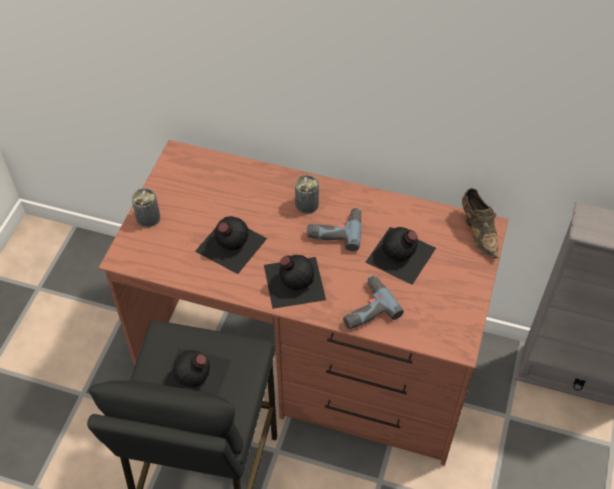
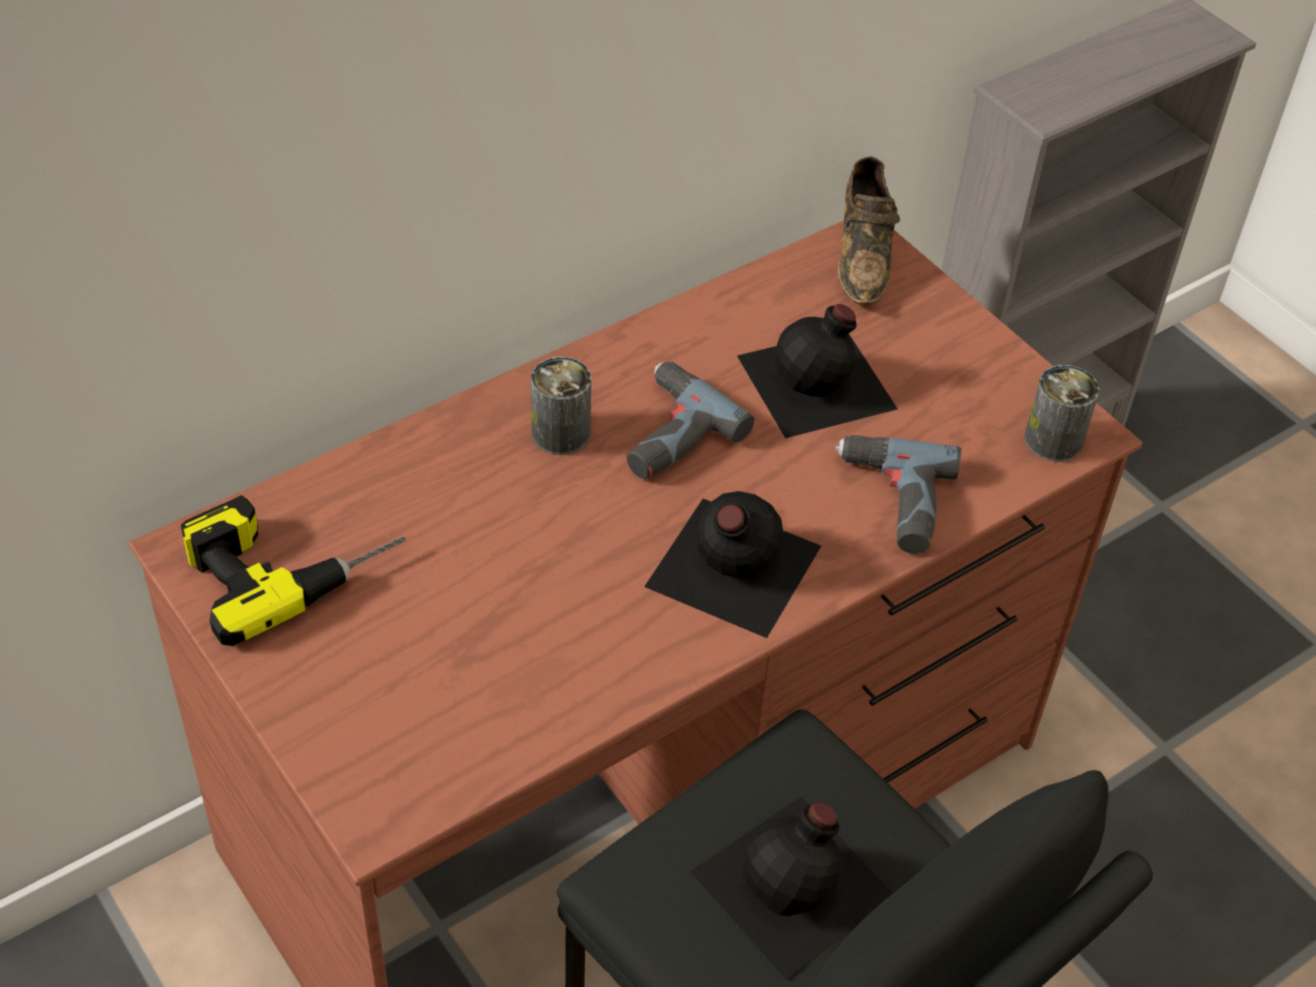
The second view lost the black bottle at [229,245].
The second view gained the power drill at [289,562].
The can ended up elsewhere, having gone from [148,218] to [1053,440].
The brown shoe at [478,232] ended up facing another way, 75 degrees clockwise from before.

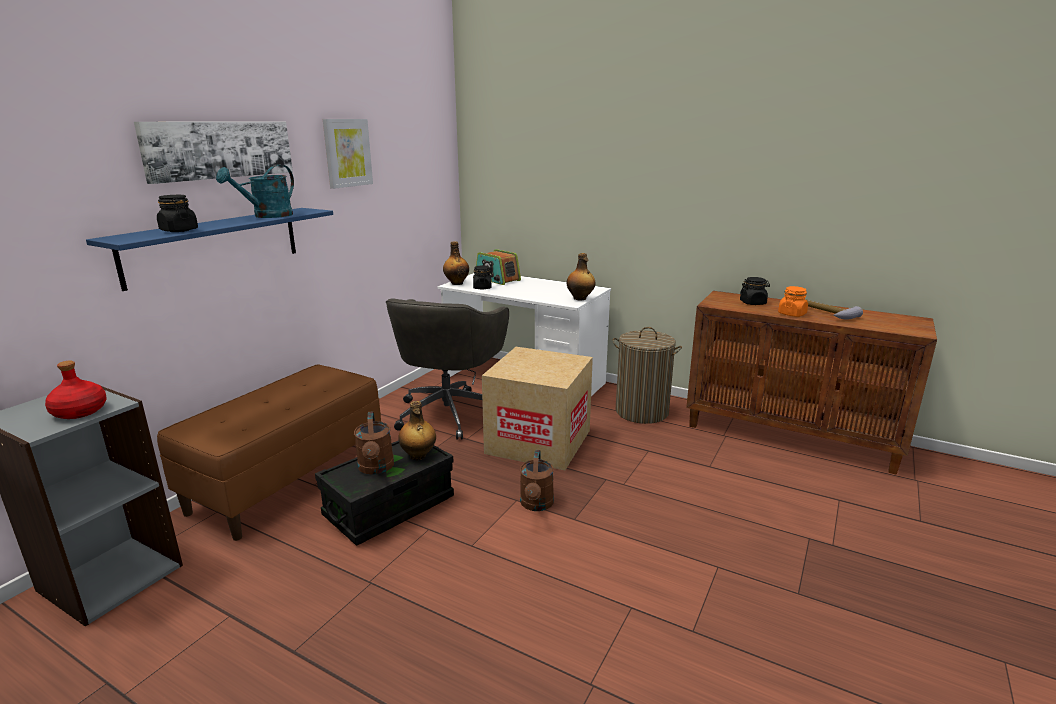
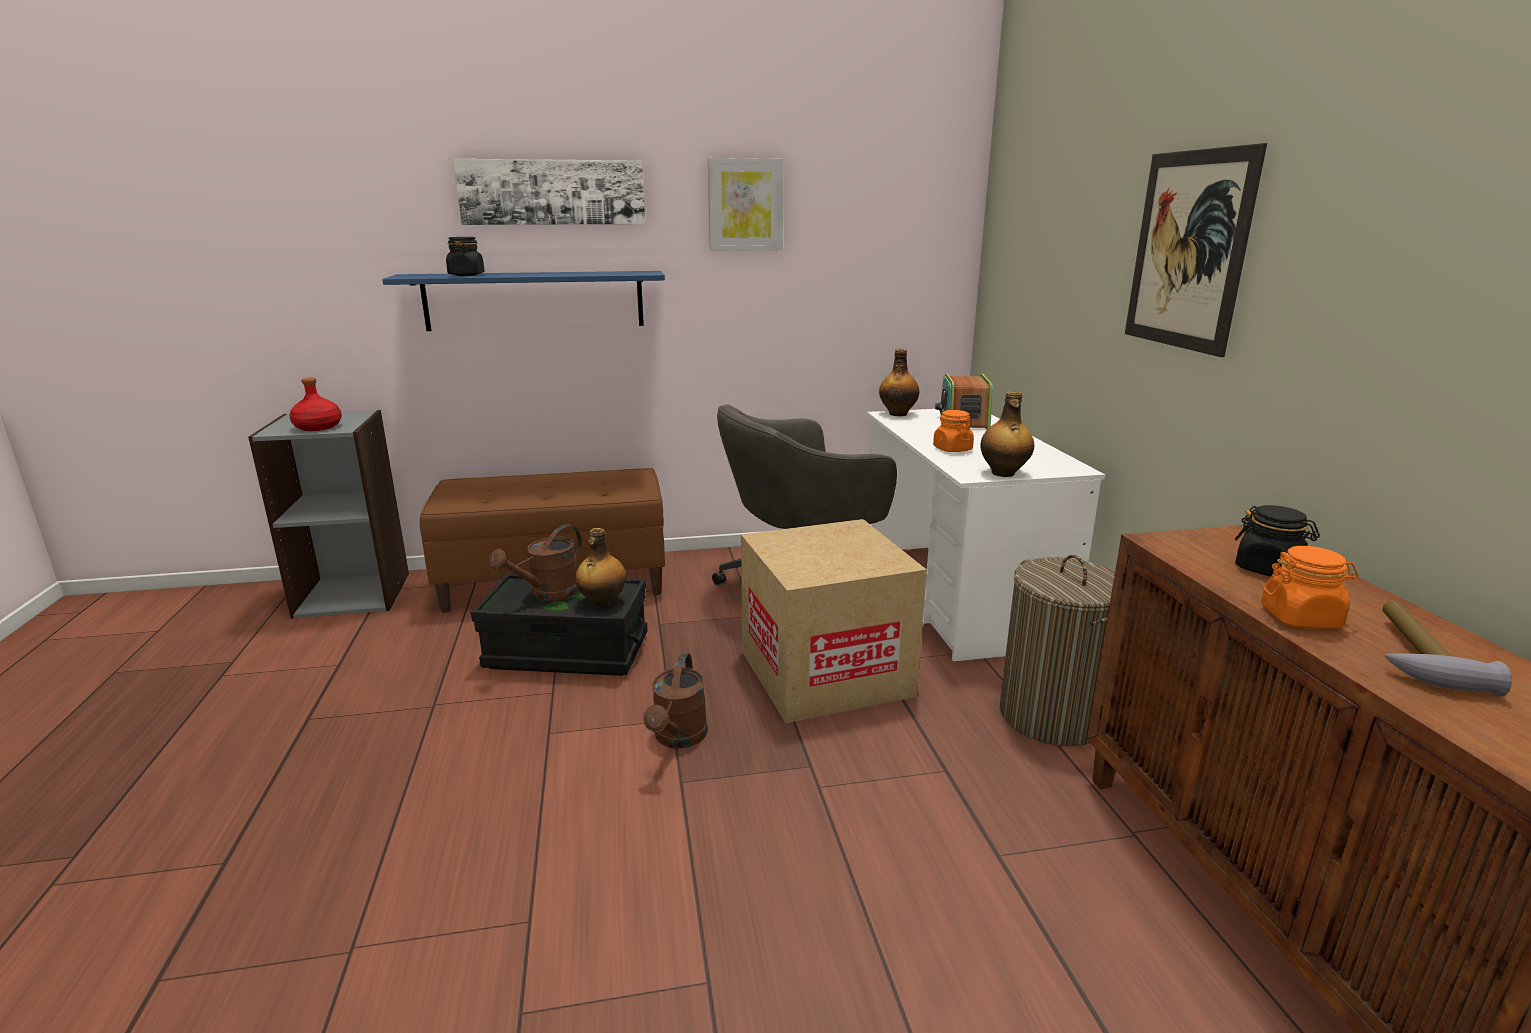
The second view lost the turquoise watering can at [267,216].
The second view lost the black jar at [482,288].
The second view gained the orange jar at [952,449].
The second view gained the picture at [1188,250].
The brown watering can at [536,505] ended up facing another way, 45 degrees counterclockwise from before.

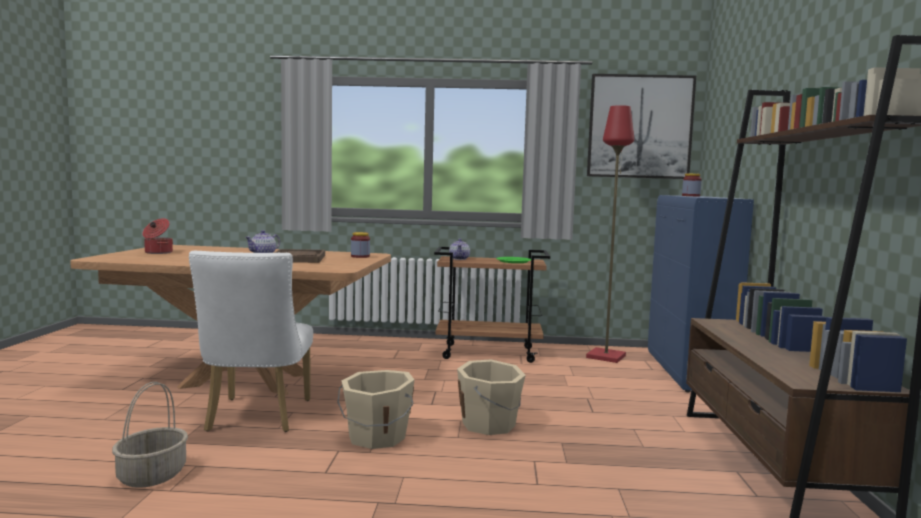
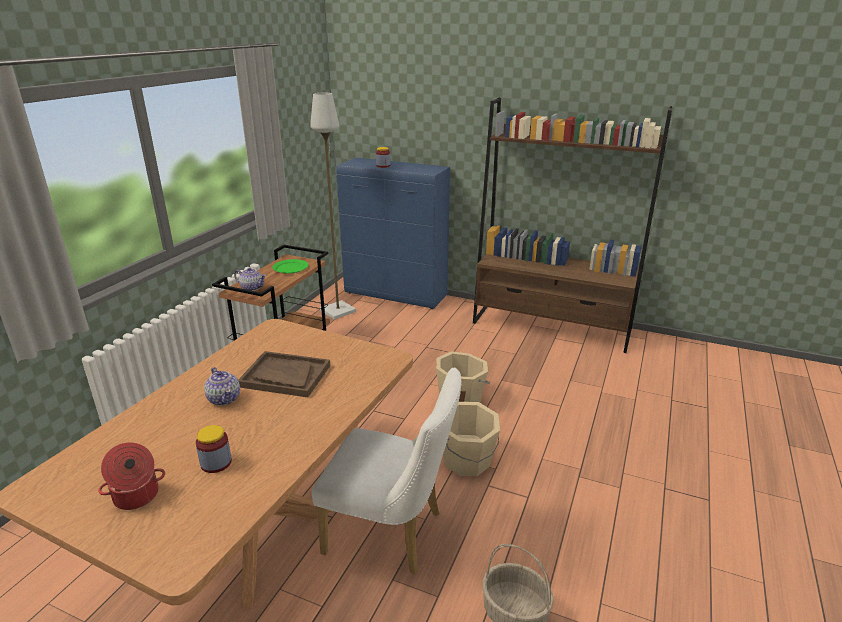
The second view lost the picture at [640,127].
The jar ended up elsewhere, having gone from [360,256] to [216,463].
What was the red floor lamp at [606,356] turned into the grey floor lamp at [338,310].

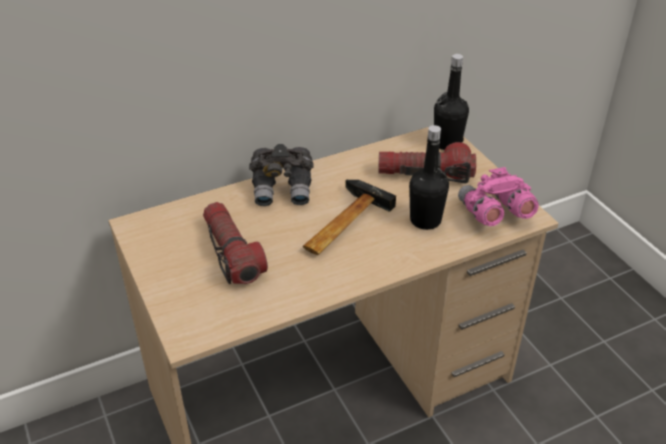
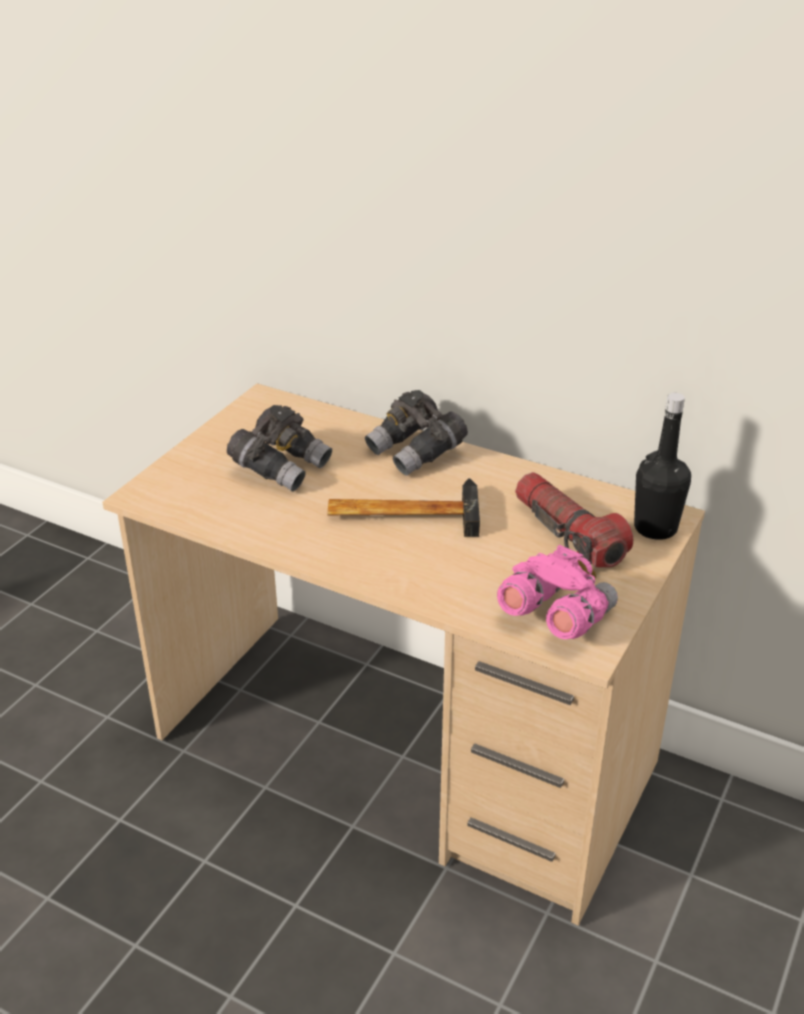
The second view lost the black bottle at [425,220].
Where the flashlight stood at [232,253], the grey binoculars came to stand at [281,467].

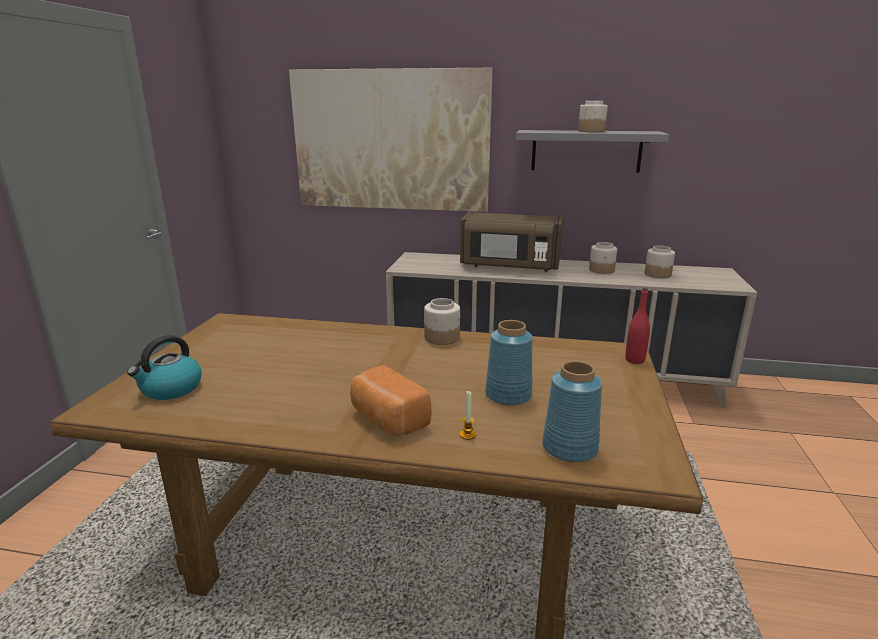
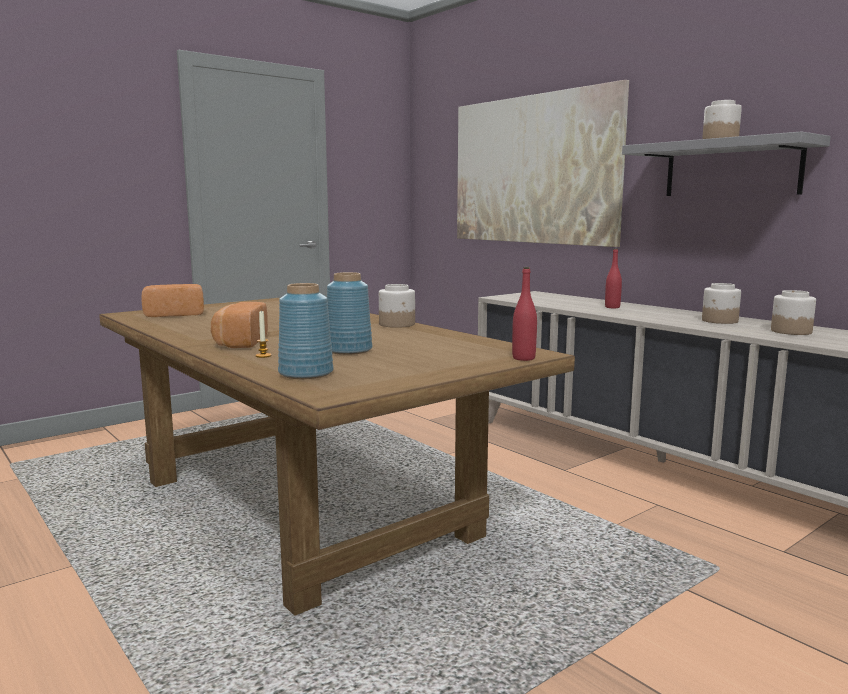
Where the kettle stood at [171,389], the bread came to stand at [174,314].
Where the brown microwave stood at [509,266], the red bottle came to stand at [612,307].

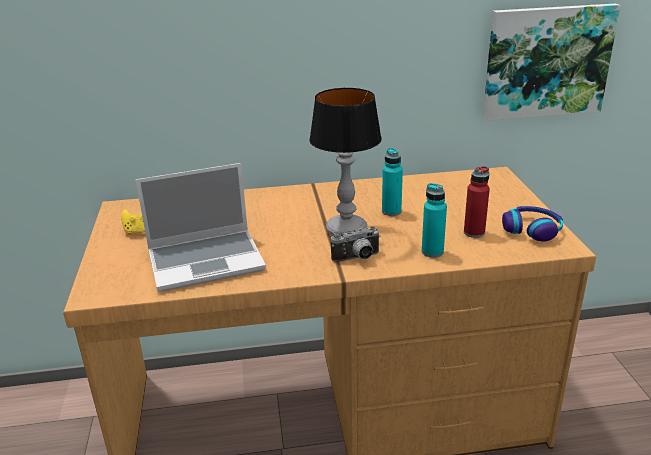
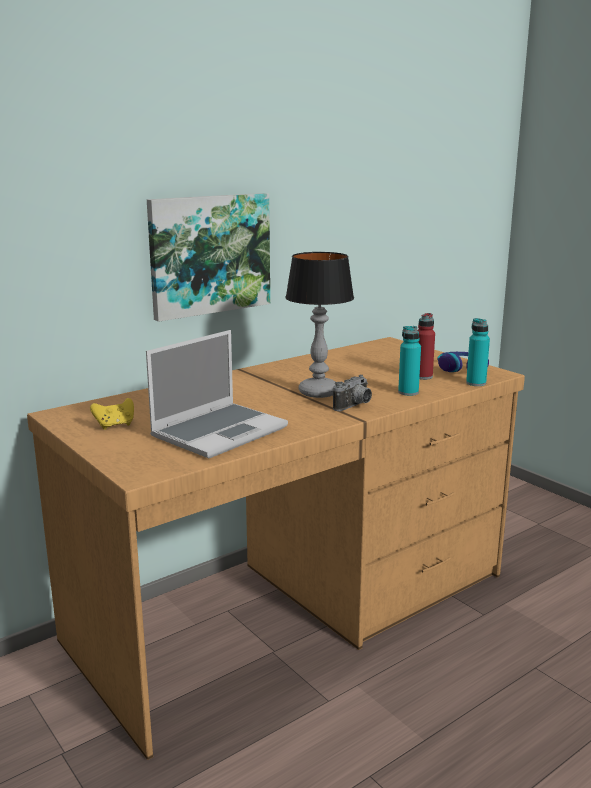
The turquoise bottle ended up elsewhere, having gone from [391,211] to [476,383].
The picture ended up elsewhere, having gone from [546,62] to [209,254].

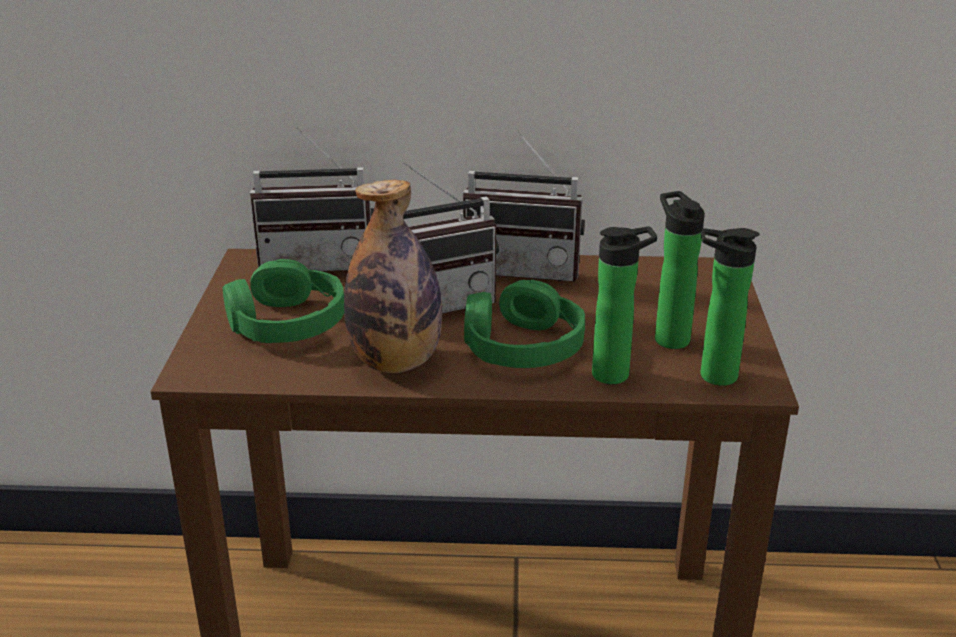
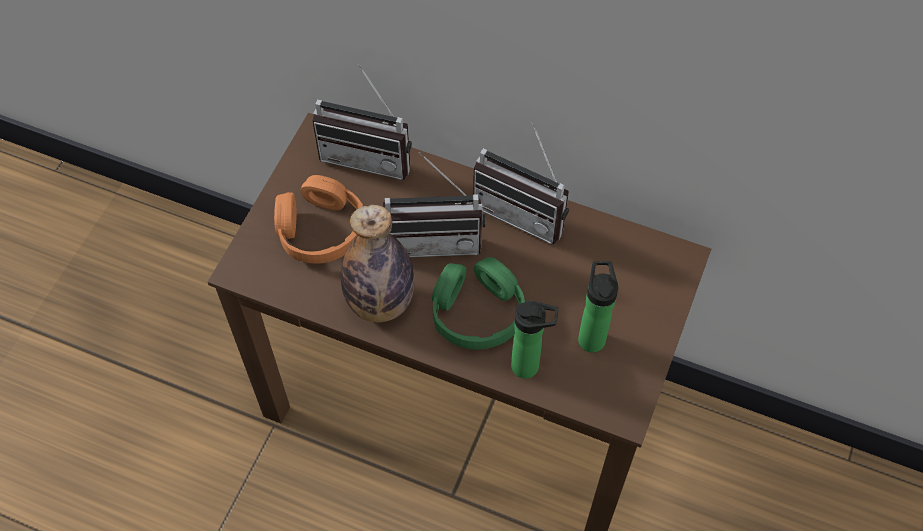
The second view lost the bottle at [712,375].
What was the green headphones at [286,323] turned into the orange headphones at [320,229].

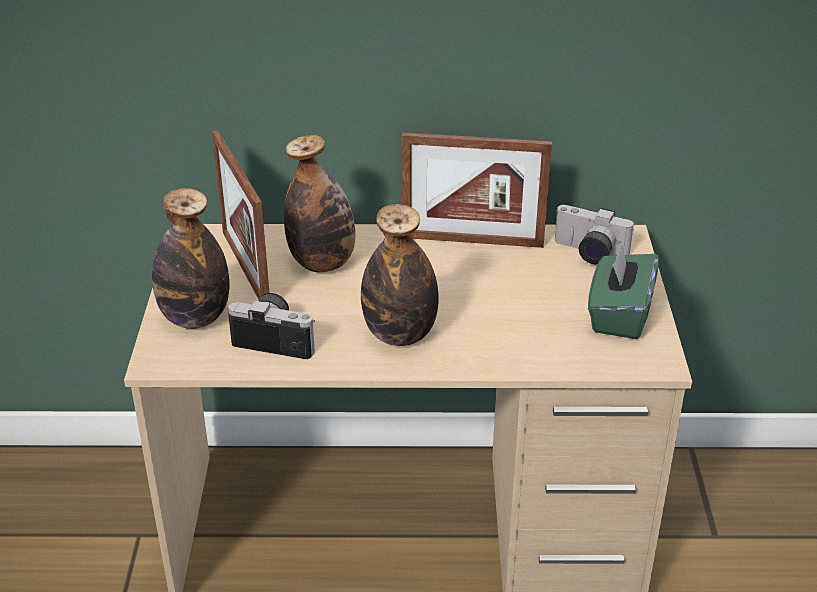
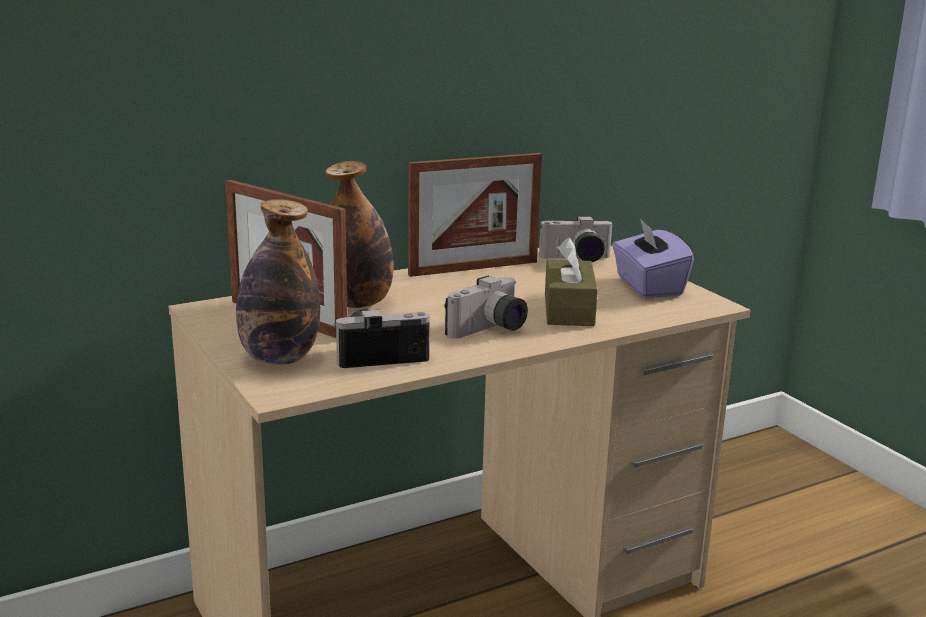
The second view gained the brown tissue box at [568,309].
Where the bottle stood at [400,335], the photo camera came to stand at [490,330].
What was the green tissue box at [619,315] turned into the purple tissue box at [648,286].

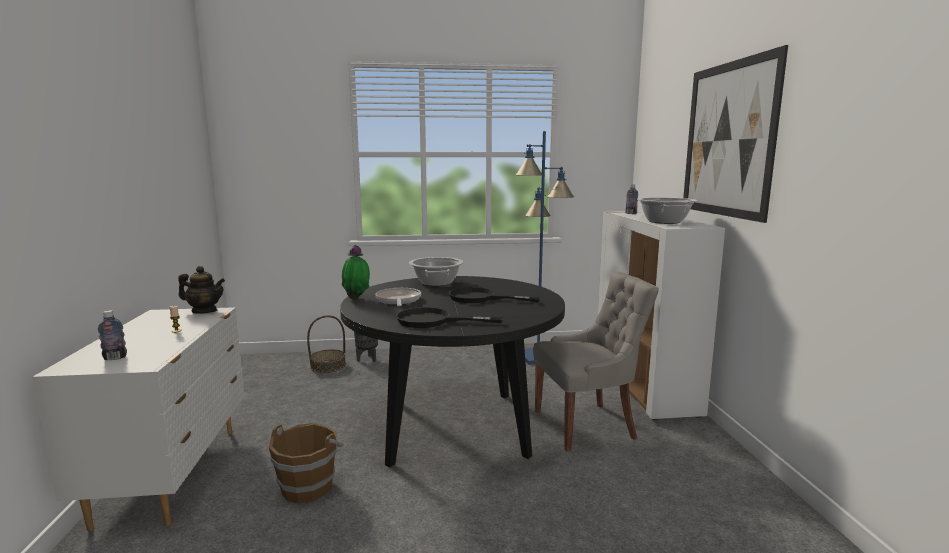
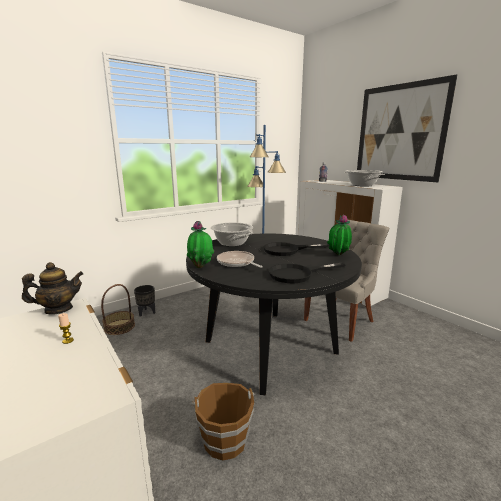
The second view lost the bottle at [115,358].
The second view gained the potted plant at [338,256].

